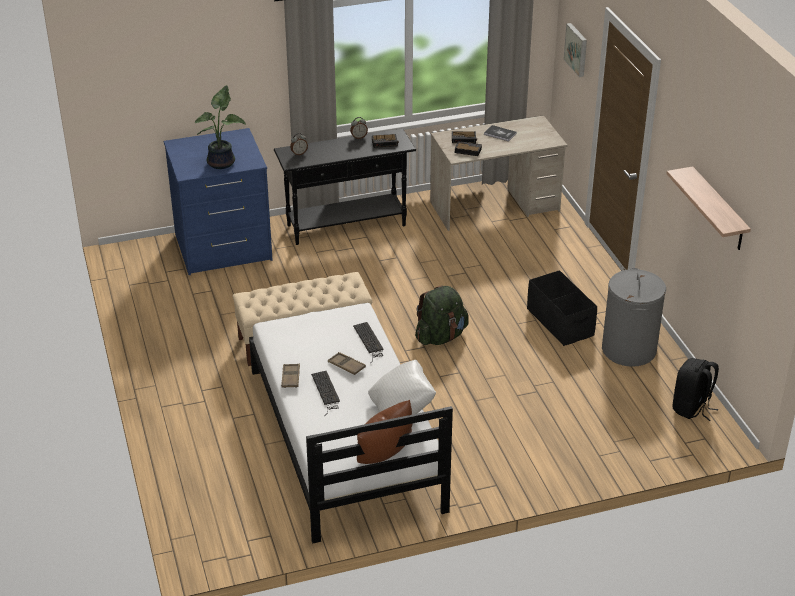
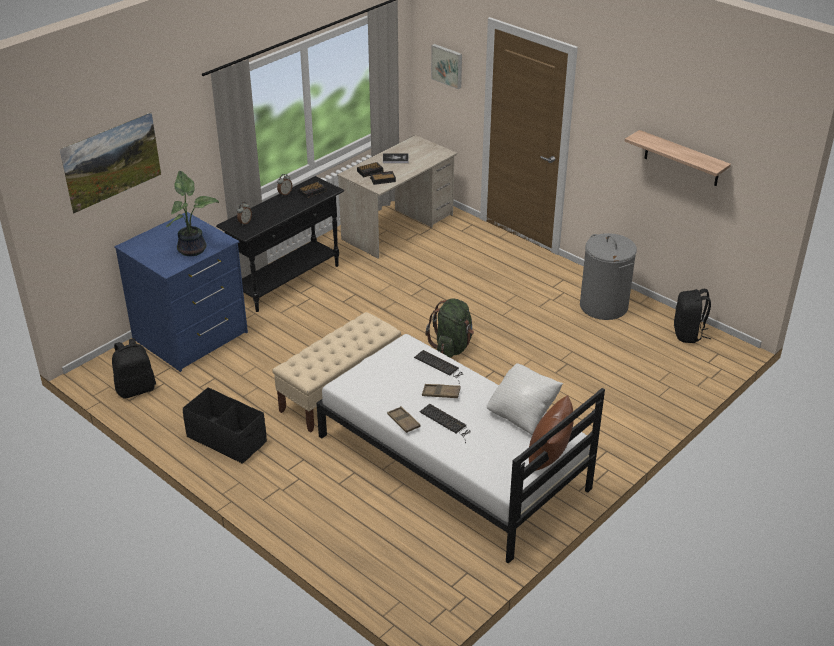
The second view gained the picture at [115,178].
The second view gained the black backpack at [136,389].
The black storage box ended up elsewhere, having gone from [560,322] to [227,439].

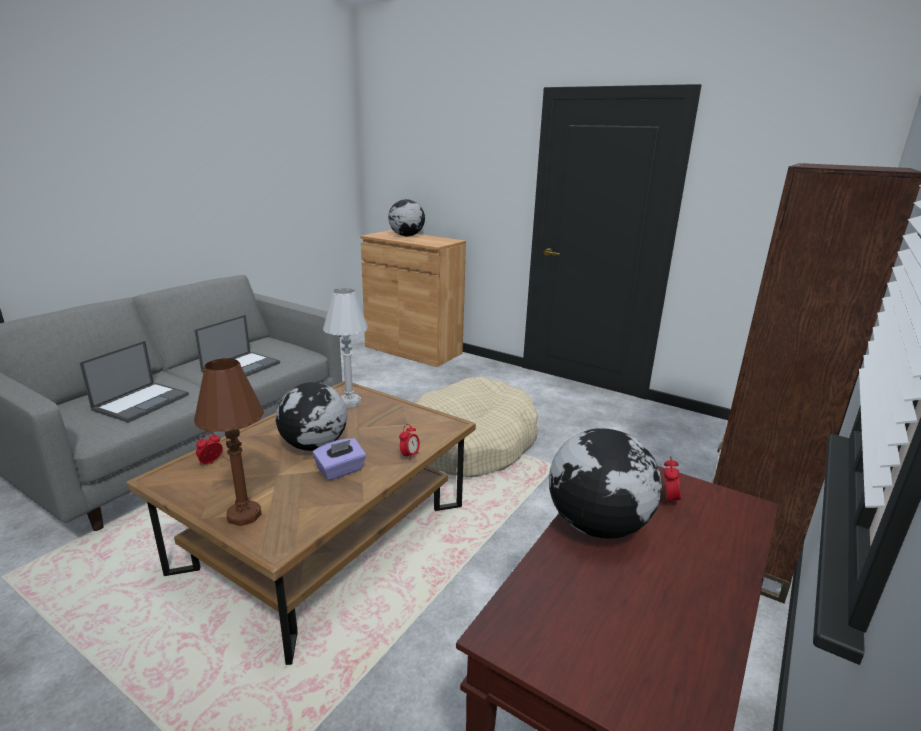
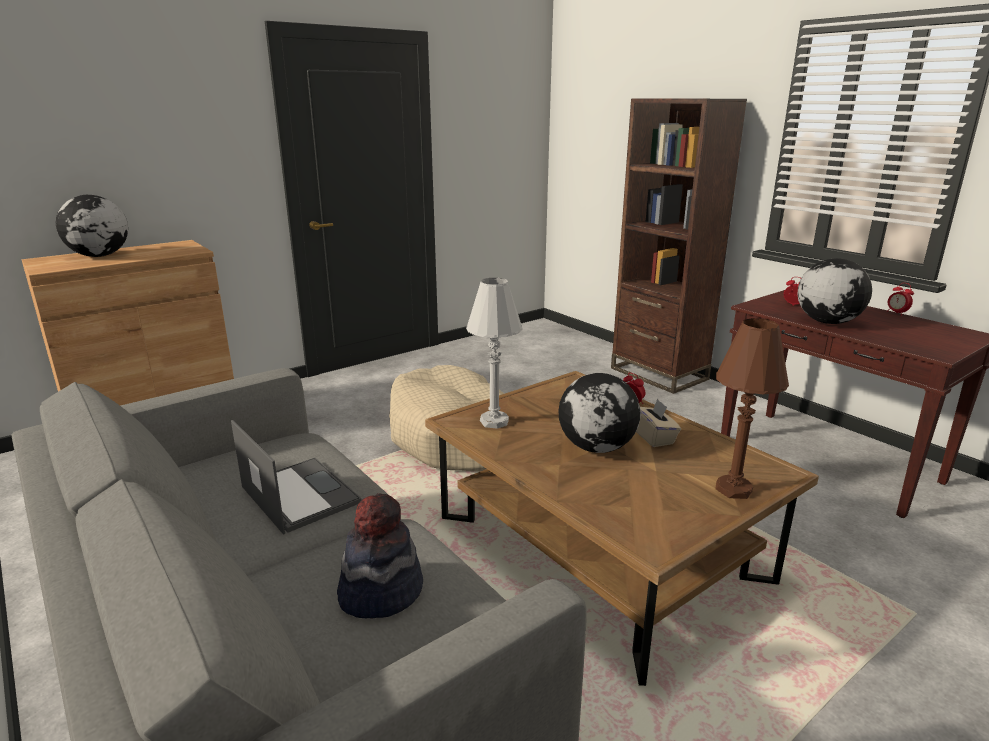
The alarm clock ended up elsewhere, having gone from [211,463] to [896,313].
Where the laptop stood at [142,402], the hat came to stand at [380,591].
What was the purple tissue box at [341,471] turned into the beige tissue box at [654,437].

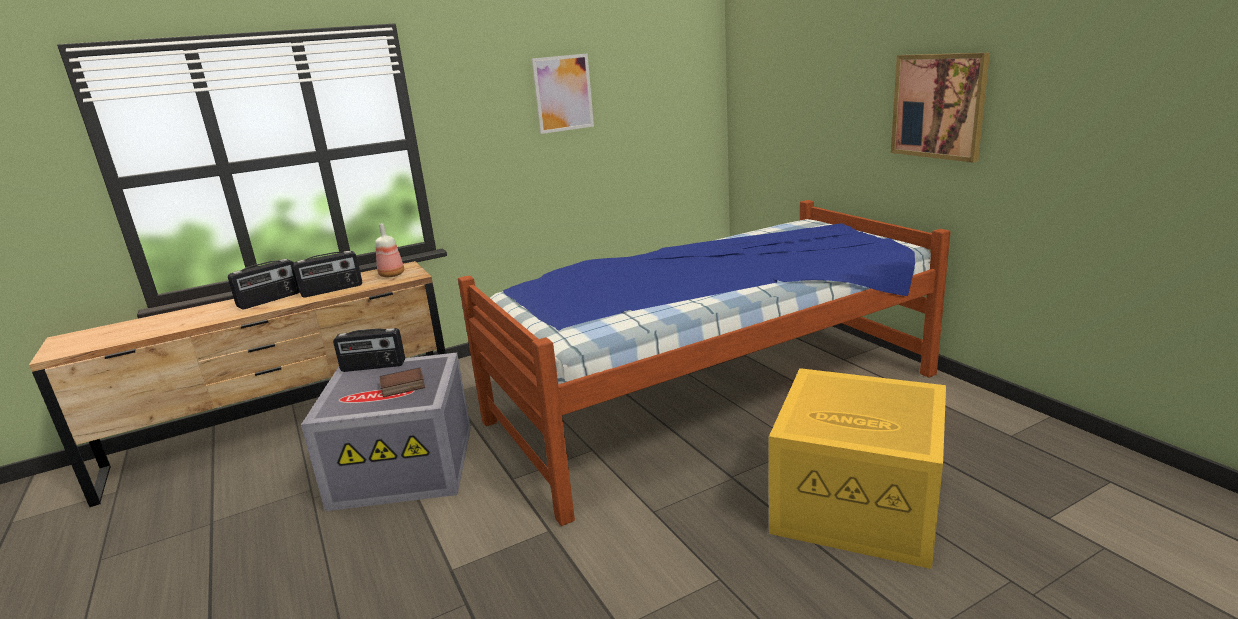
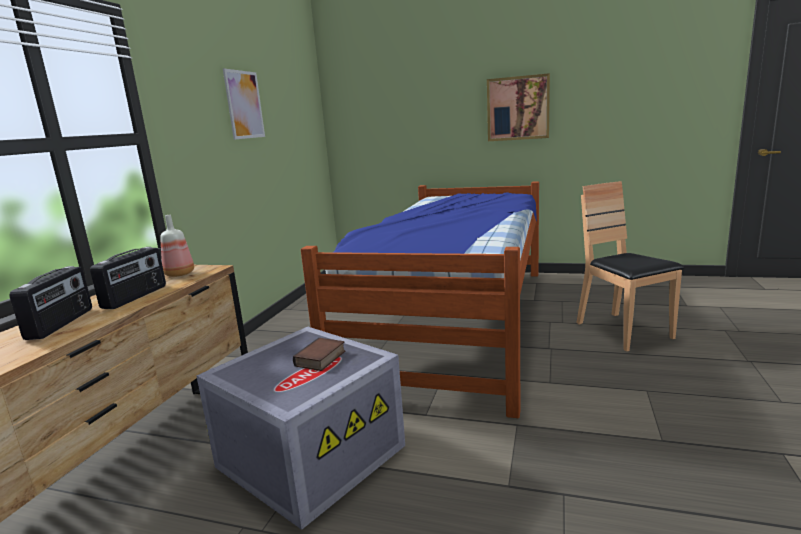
The second view lost the radio at [373,366].
Where the yellow storage box stood at [859,503], the brown chair came to stand at [623,331].

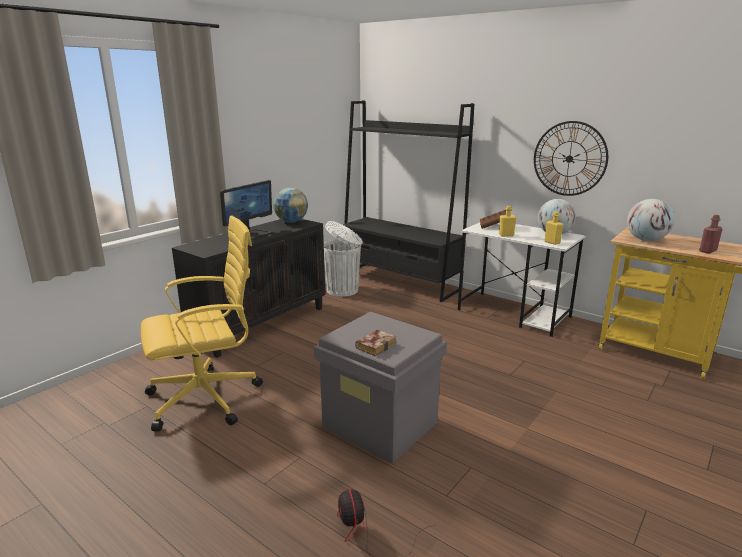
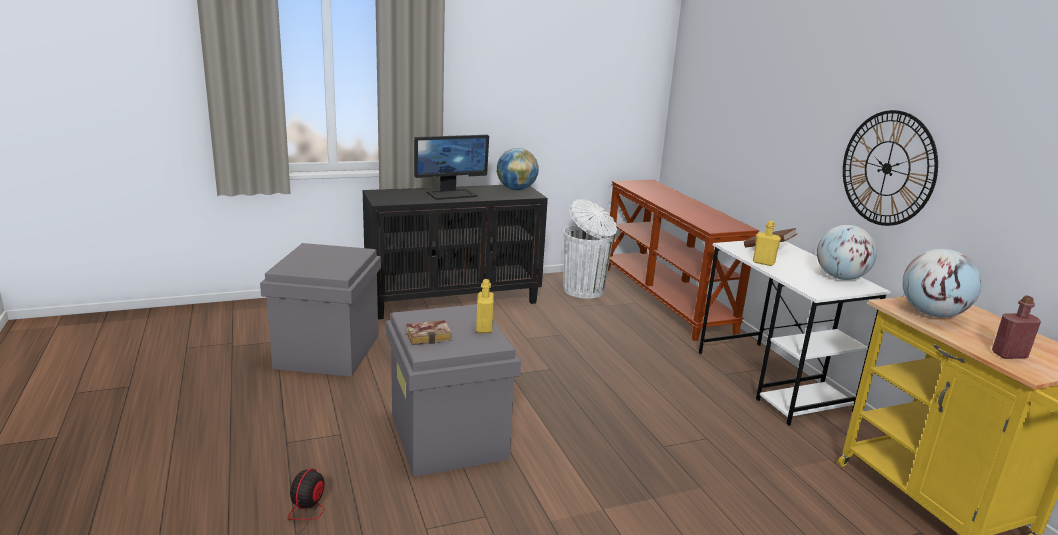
The yellow bottle ended up elsewhere, having gone from [552,242] to [484,328].
Where the yellow office chair stood at [207,398], the grey storage box came to stand at [328,352].
Where the black bookcase stood at [399,281], the brown console table came to stand at [666,299].

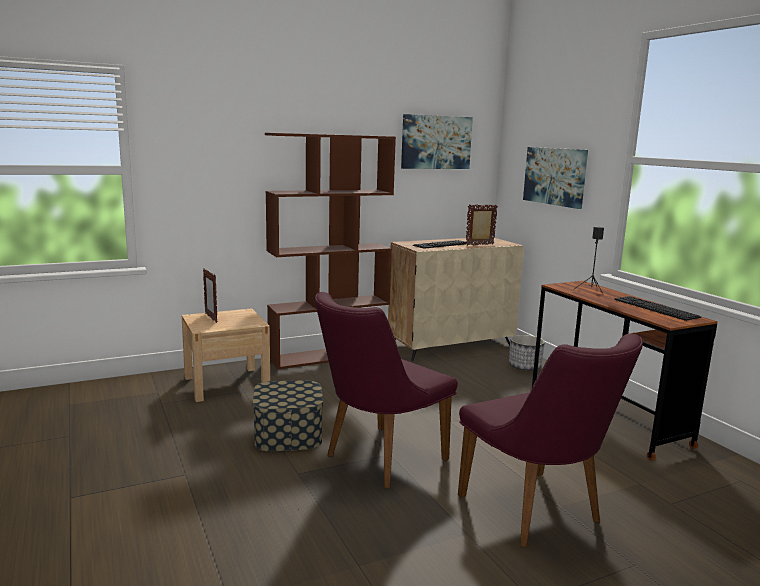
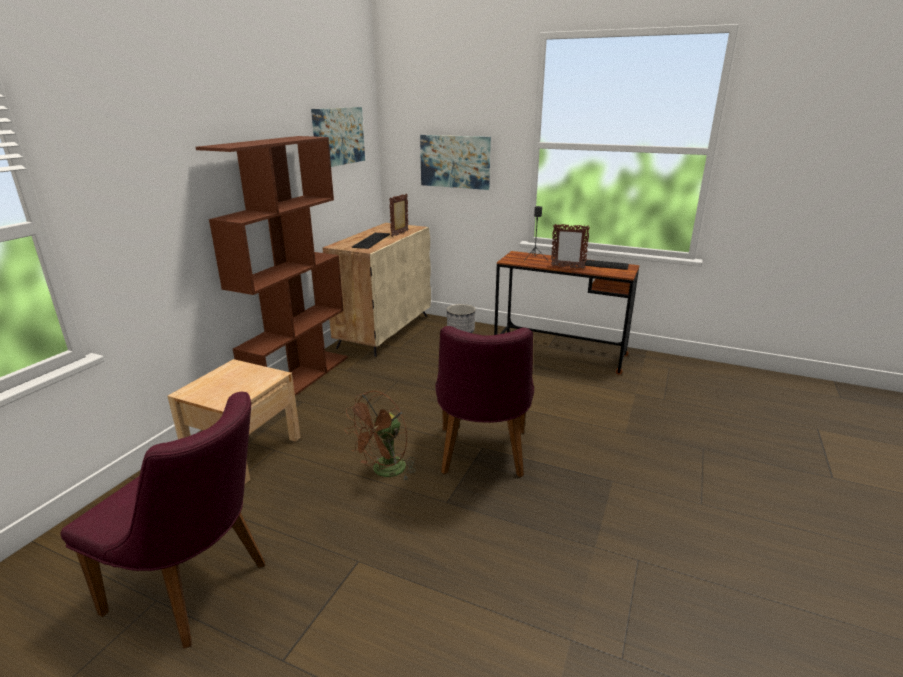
The picture frame ended up elsewhere, having gone from [211,318] to [567,267].
The purple chair ended up elsewhere, having gone from [538,514] to [199,590].
Where the storage box stood at [288,434], the brown fan came to stand at [384,472].

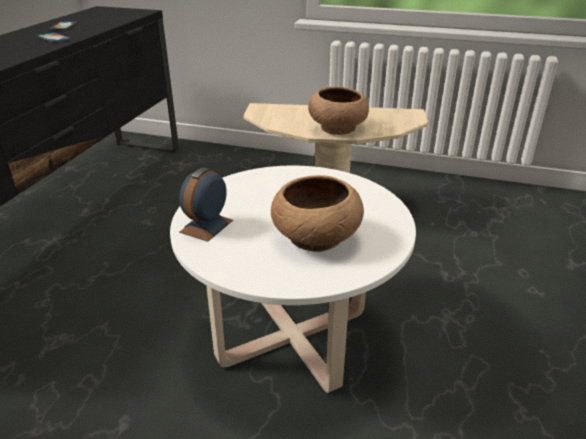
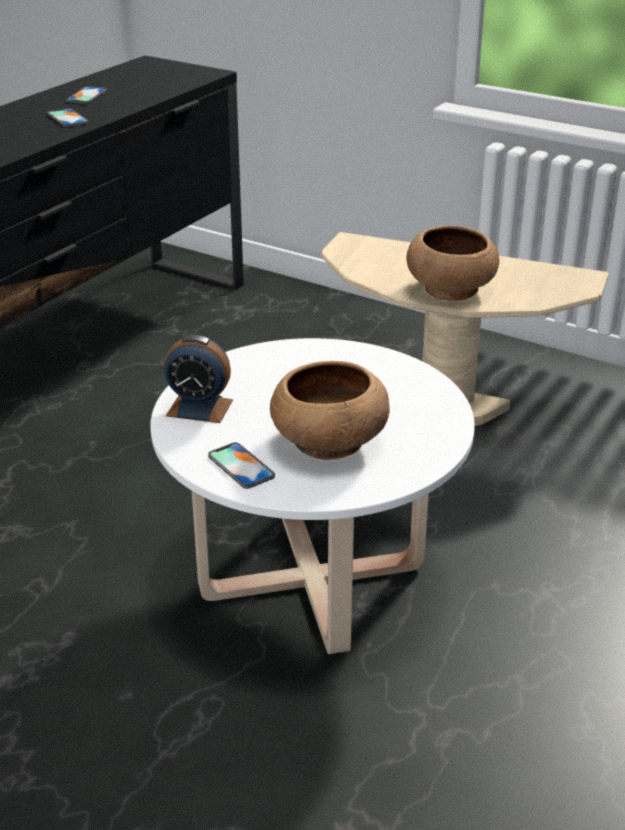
The second view gained the phone at [241,466].
The alarm clock at [206,226] ended up facing another way, 120 degrees counterclockwise from before.

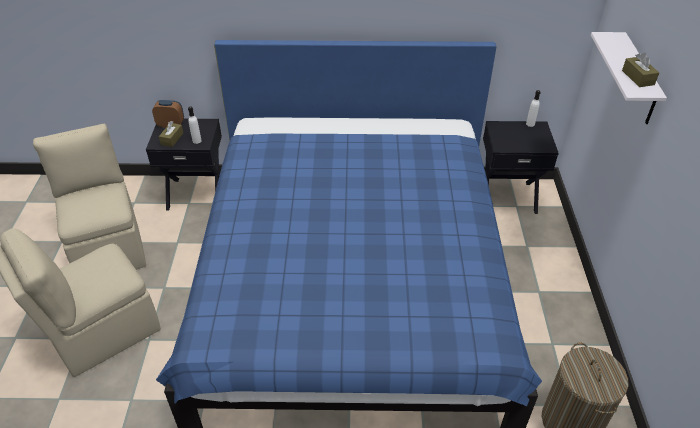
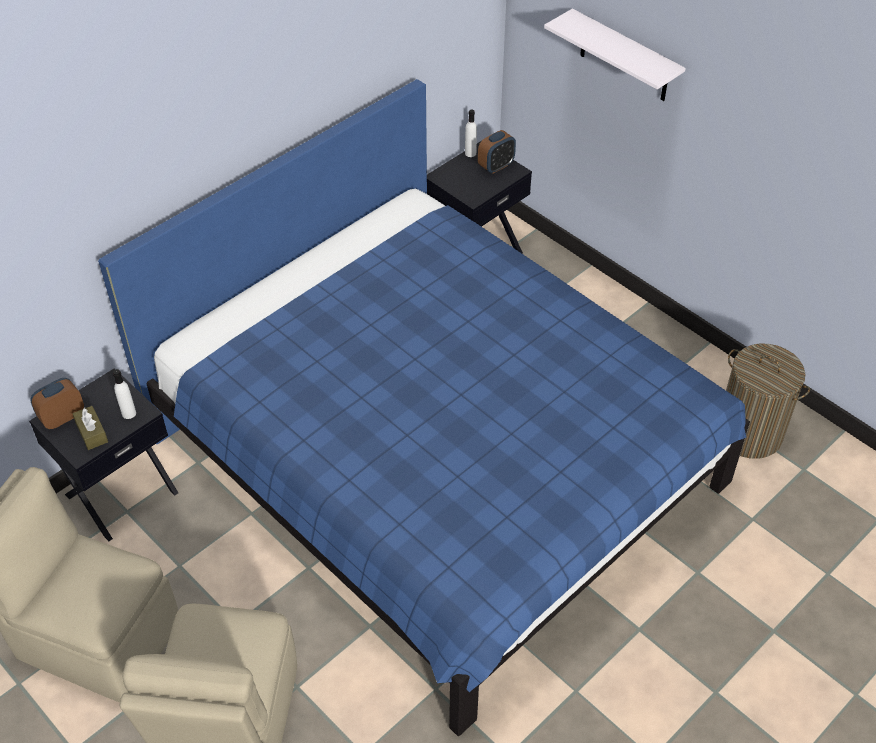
The second view lost the brown tissue box at [638,77].
The second view gained the alarm clock at [496,166].

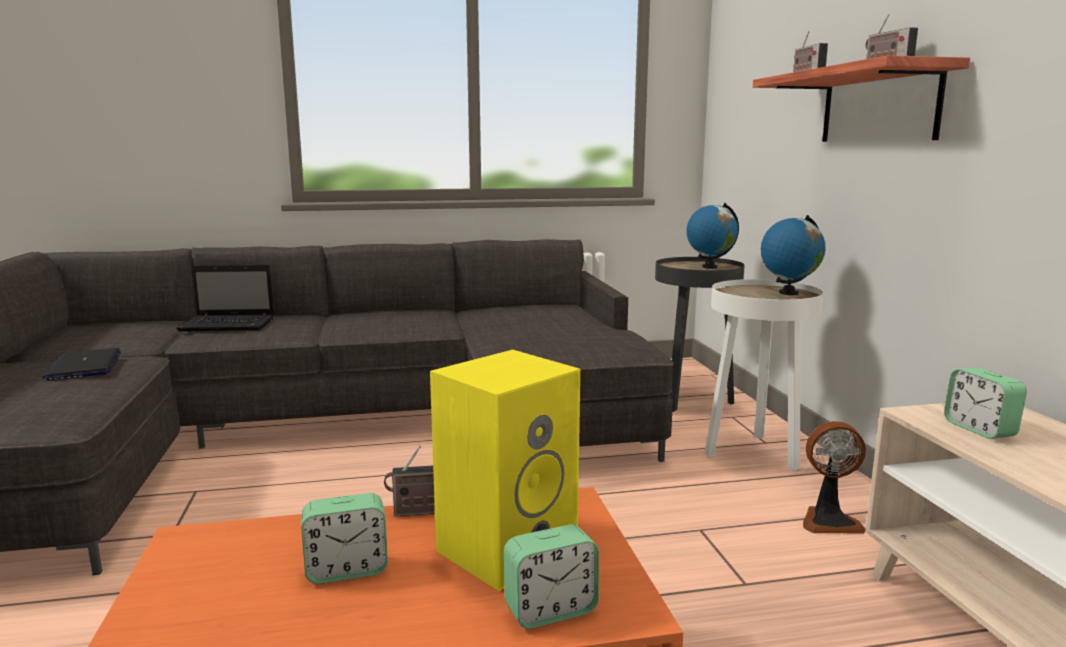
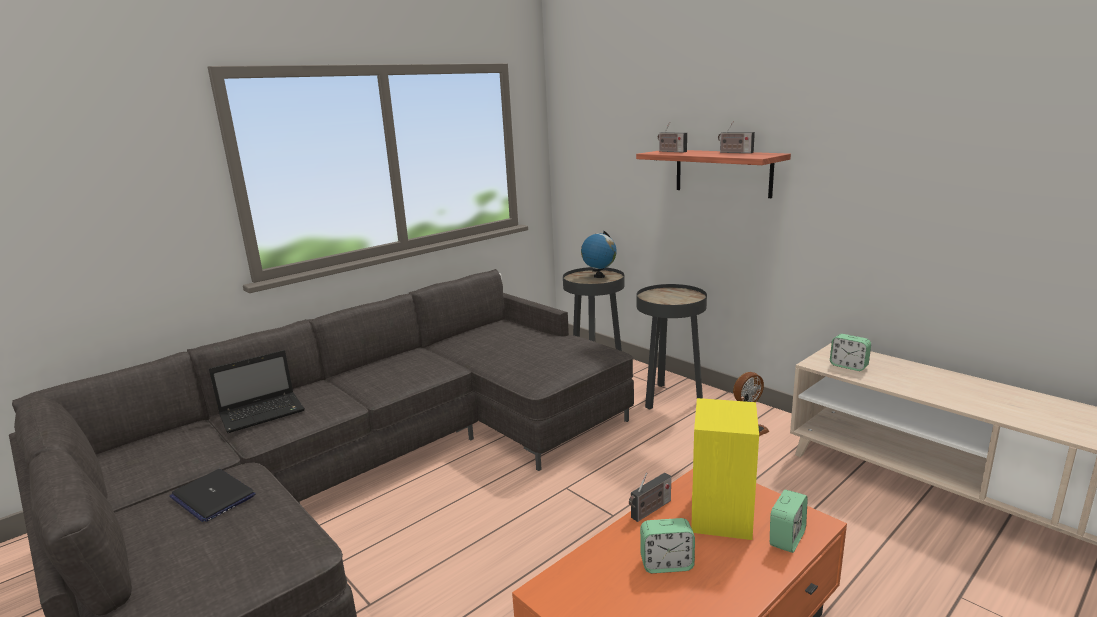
The second view lost the globe at [788,293].
What was the white side table at [754,454] turned into the black side table at [670,399].
The alarm clock at [347,570] ended up facing another way, 45 degrees clockwise from before.

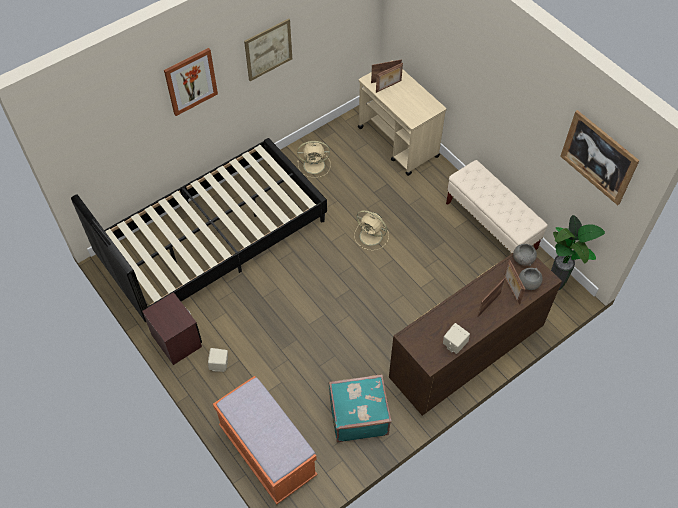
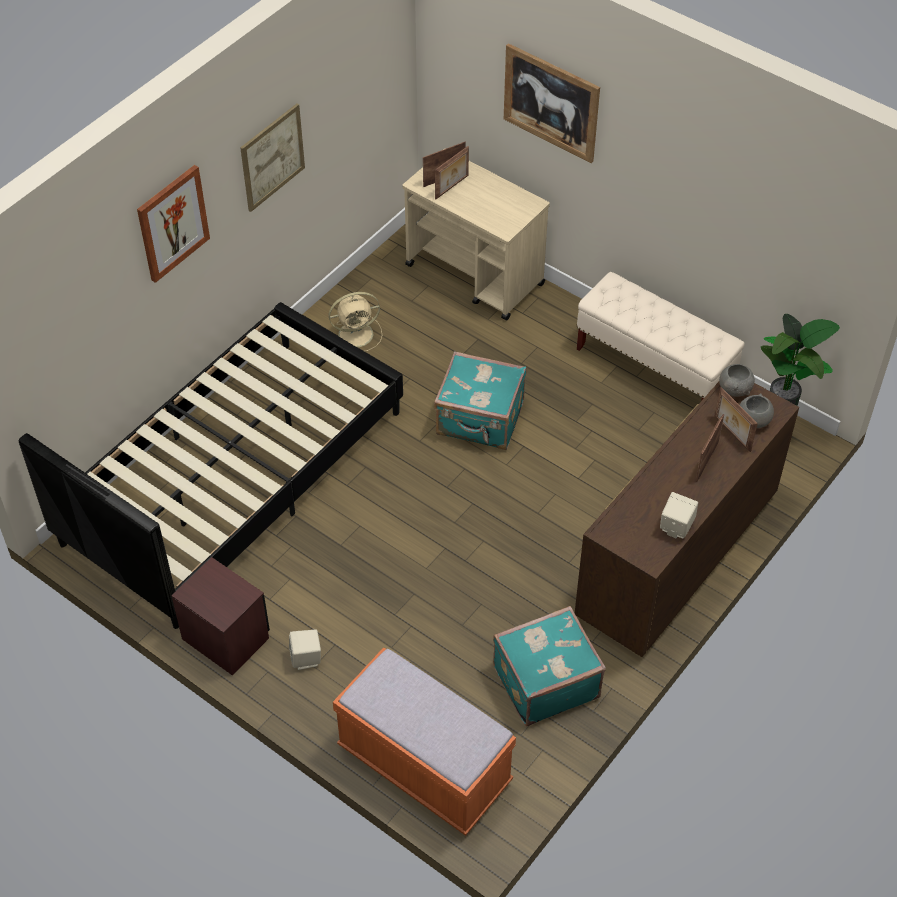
The picture ended up elsewhere, having gone from [598,157] to [551,102].
Where the beige fan stood at [372,236], the turquoise suitcase came to stand at [480,420].

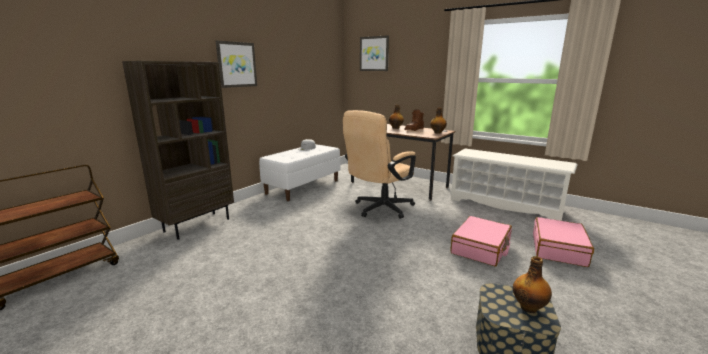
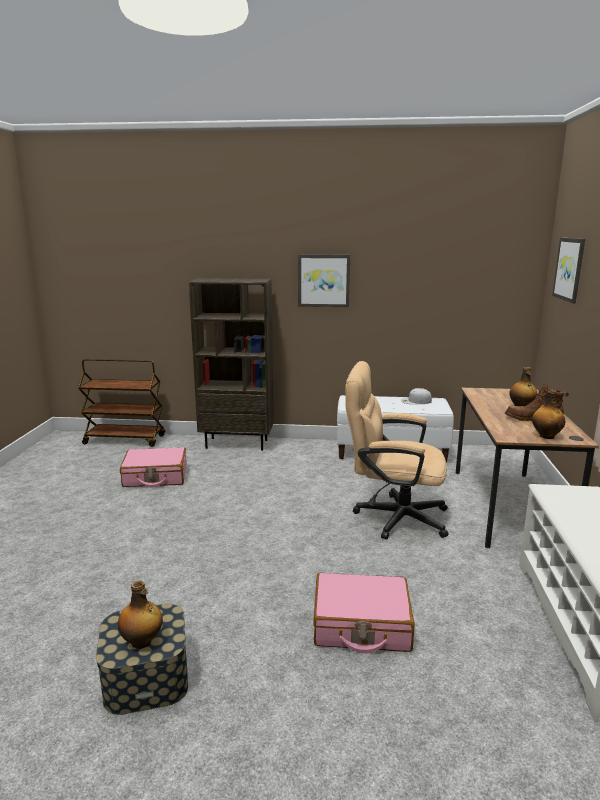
The pink suitcase ended up elsewhere, having gone from [559,249] to [155,477].

